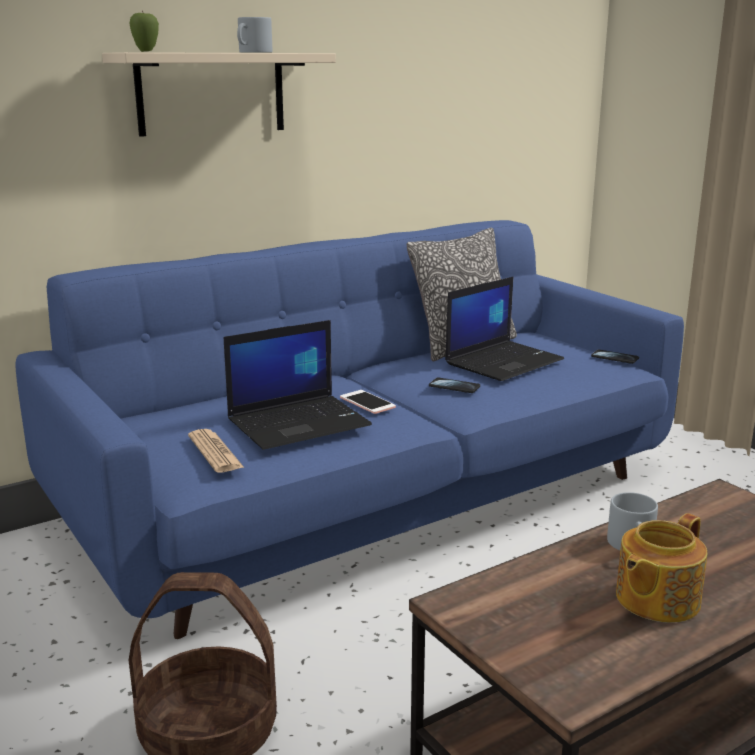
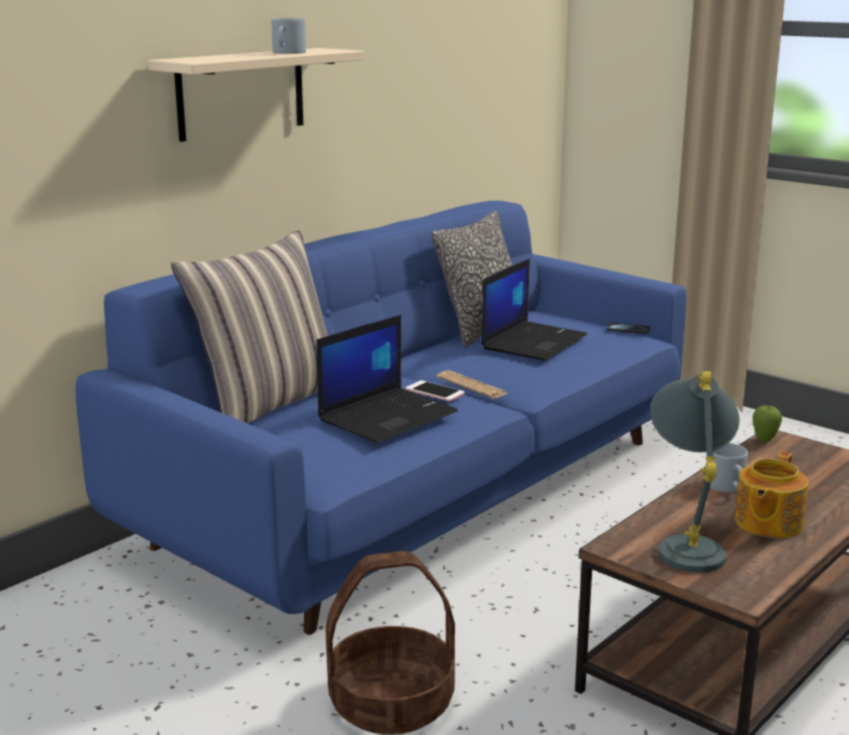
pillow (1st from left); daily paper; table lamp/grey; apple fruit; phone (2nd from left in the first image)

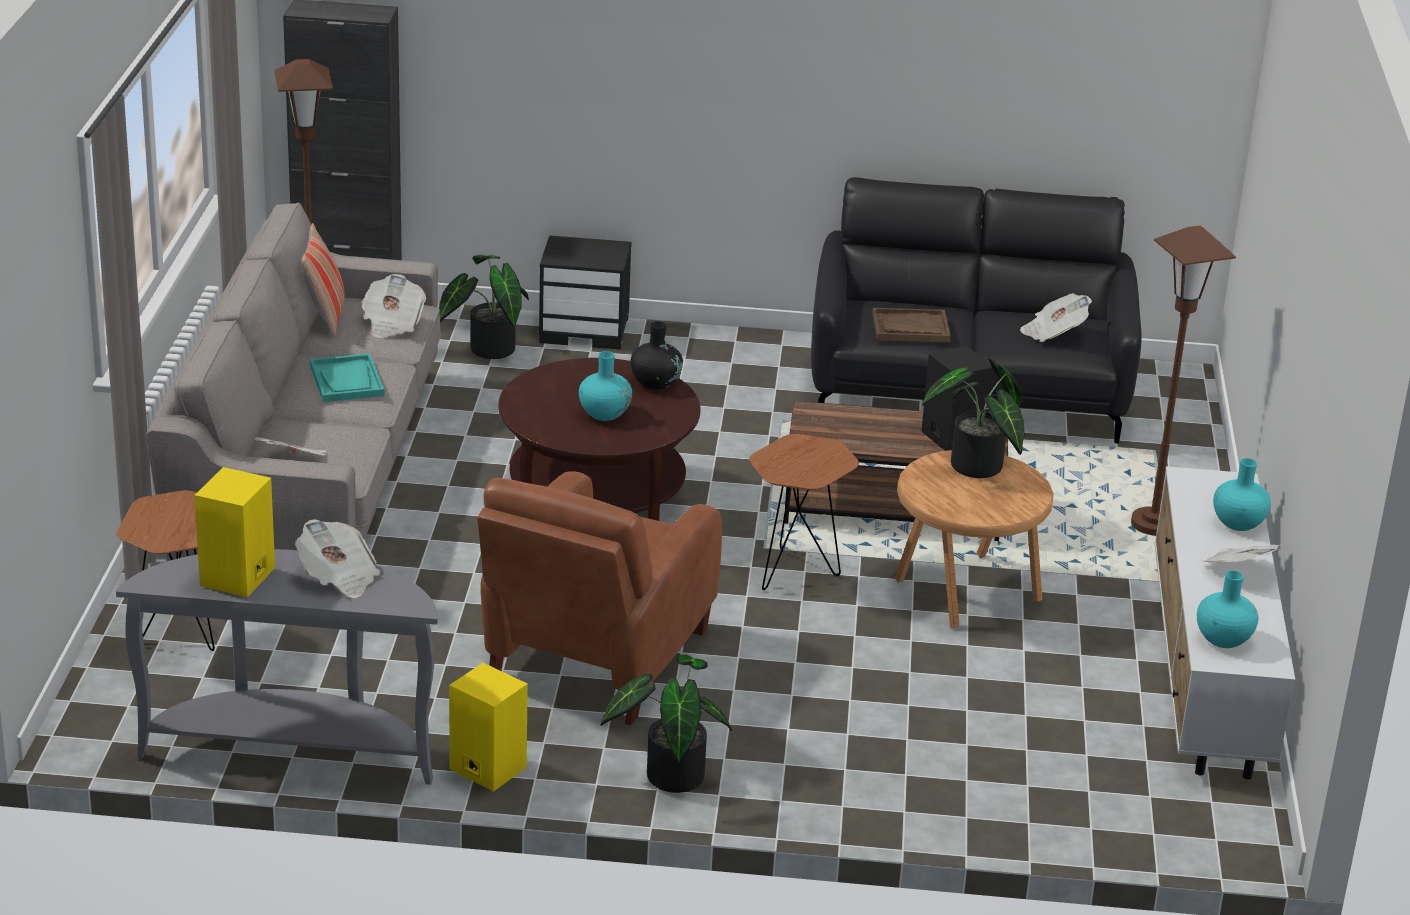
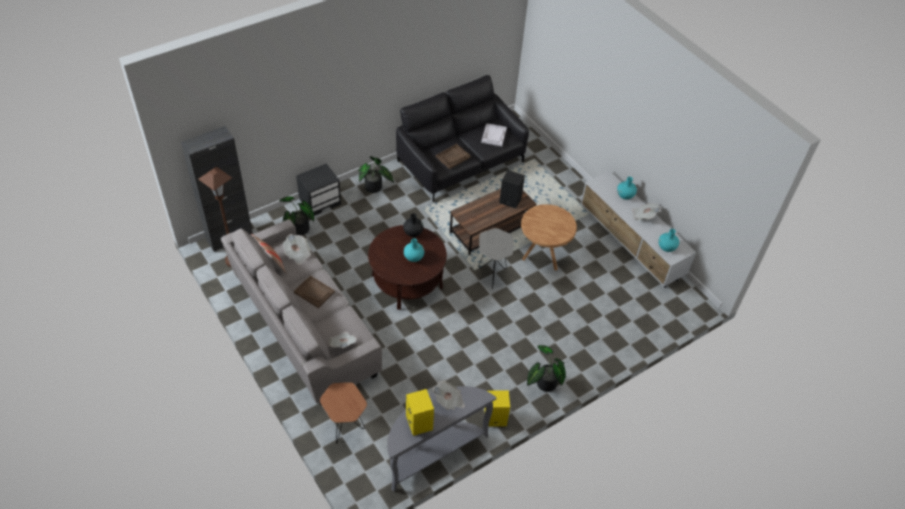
serving tray/brown (1st from left); potted plant (2nd from left); side table/grey; serving tray/white-coloured; easy chair/brown; standard lamp/brown (2nd from left in the first image)

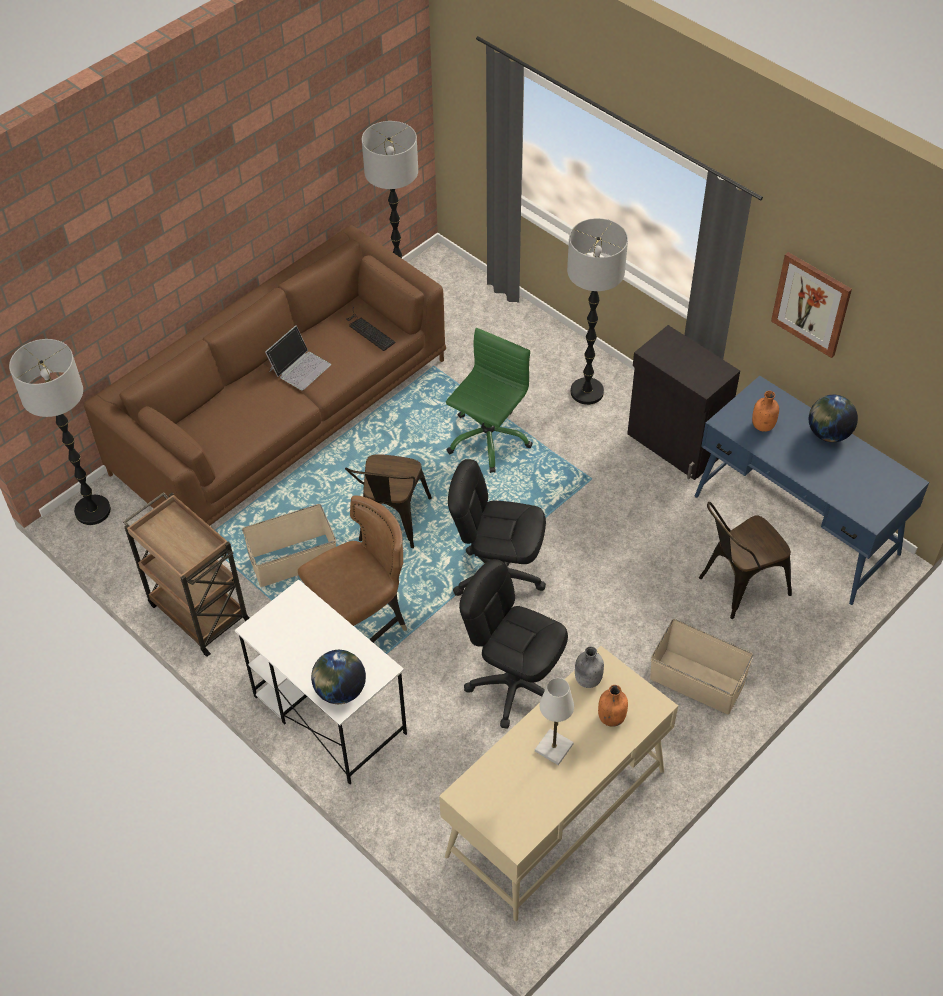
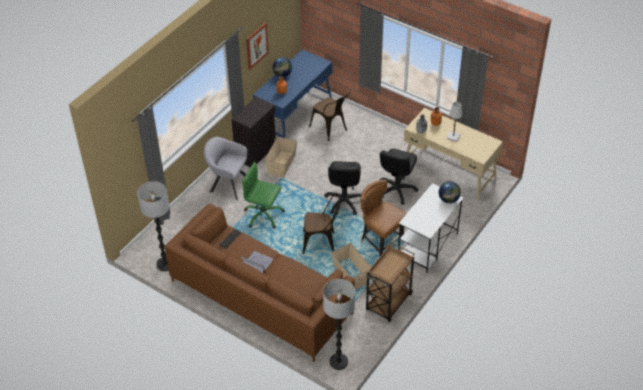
easy chair/grey; storage box/beige (1st from left)

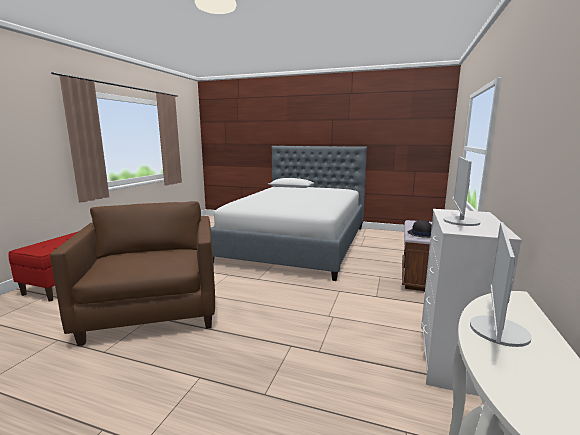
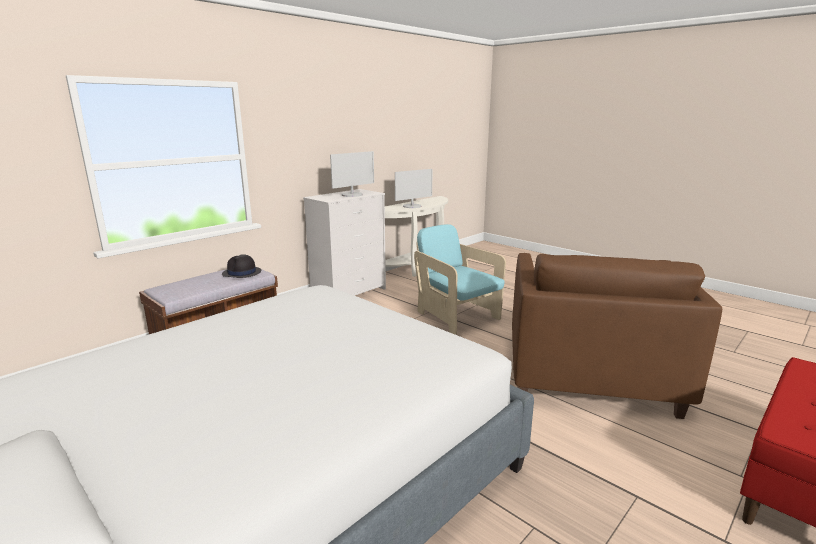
easy chair/turquoise-coloured

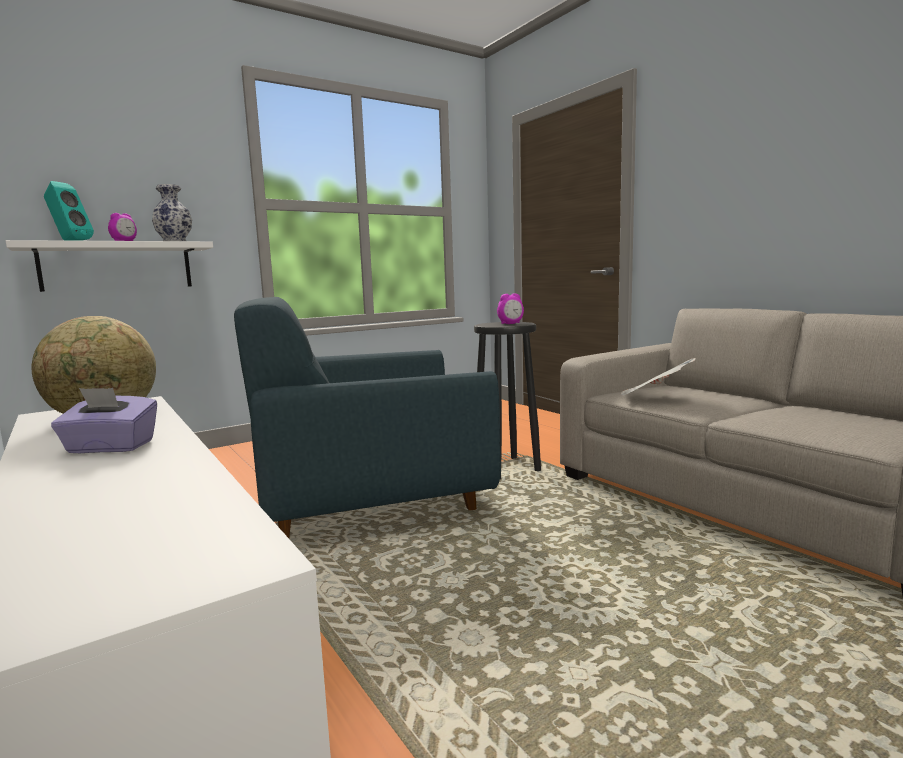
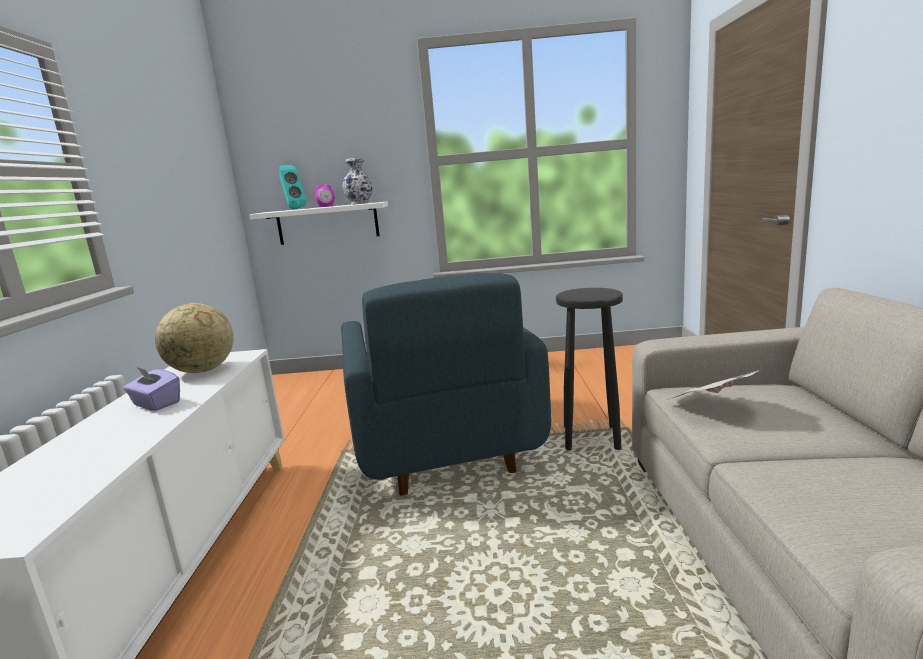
easy chair/blue; alarm clock (2nd from left in the first image)

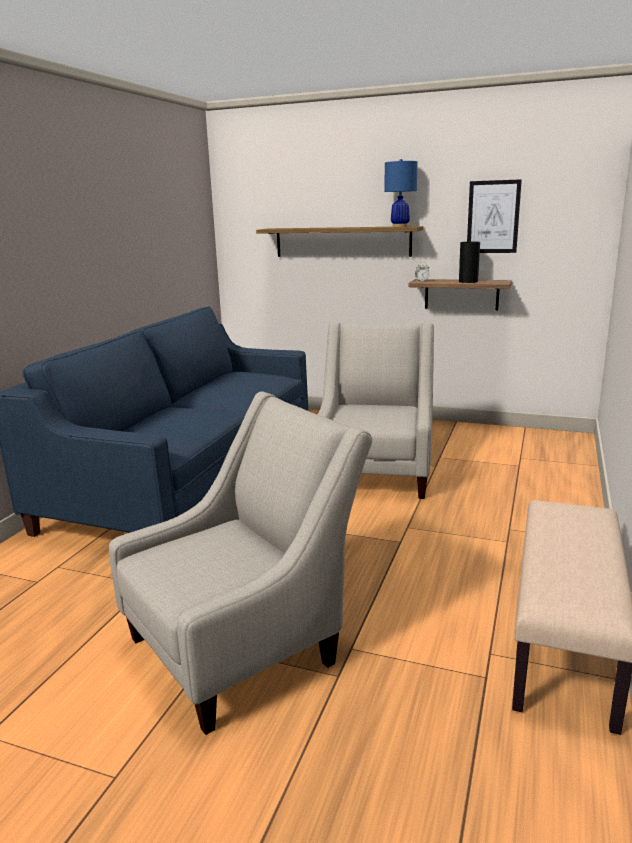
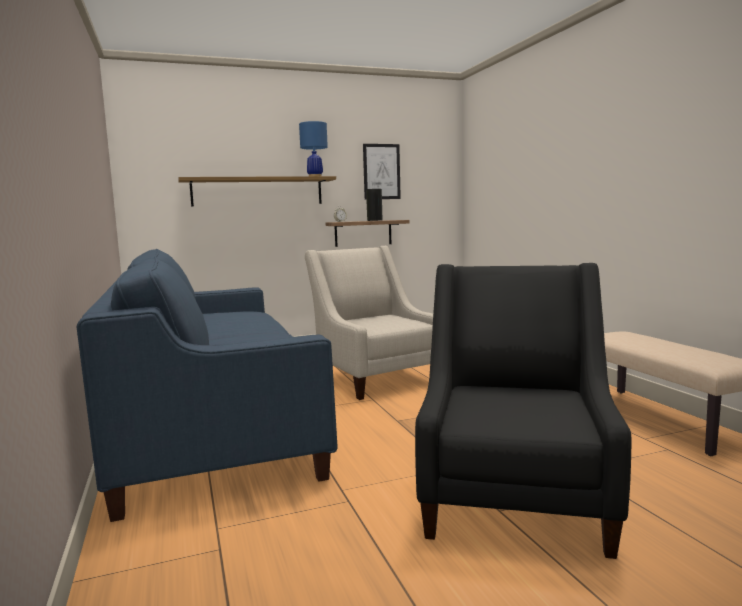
easy chair/black

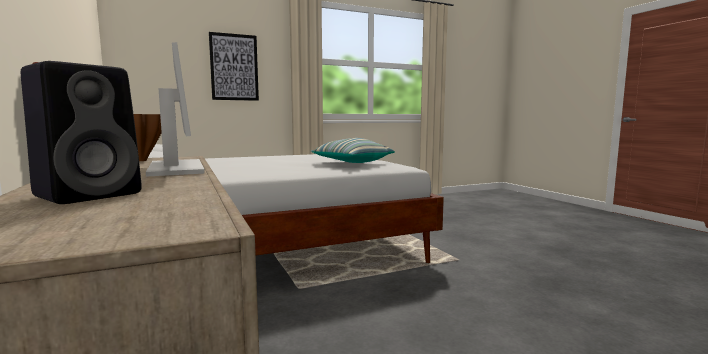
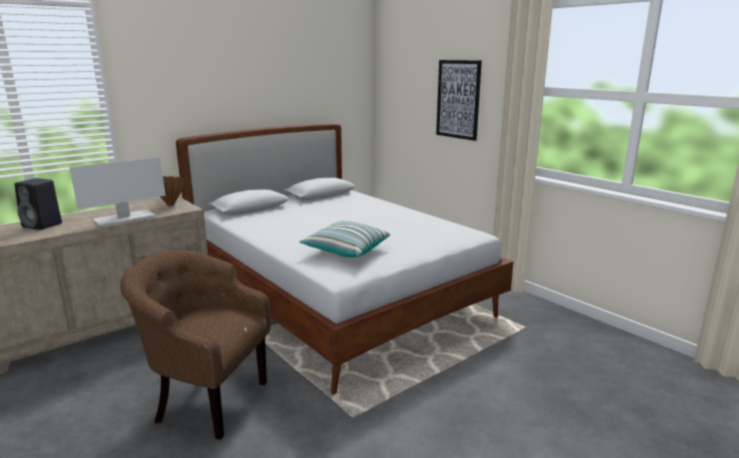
easy chair/brown

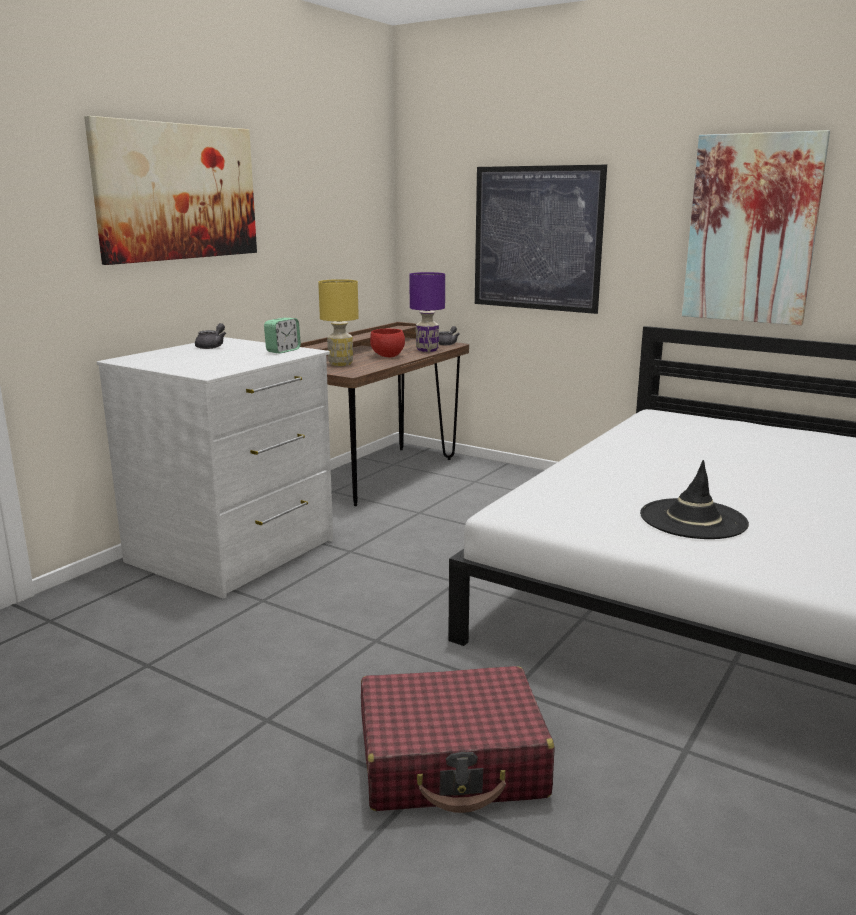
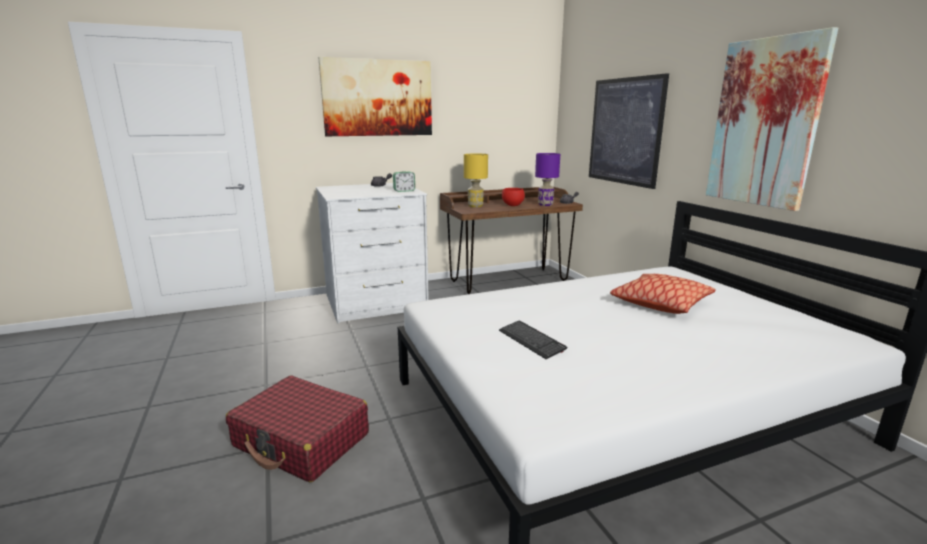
PC keyboard; pillow

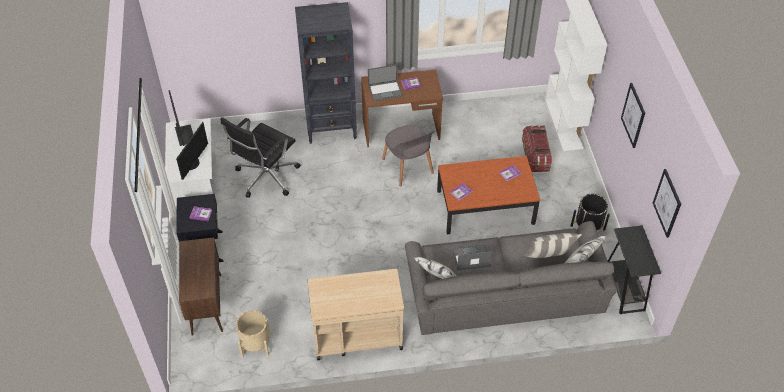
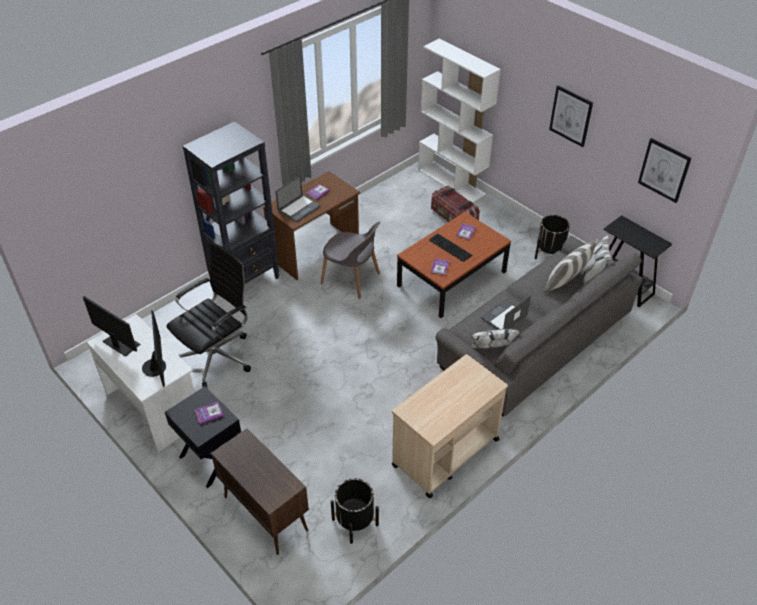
computer chair/black; flower pot/black (1st from left); PC keyboard

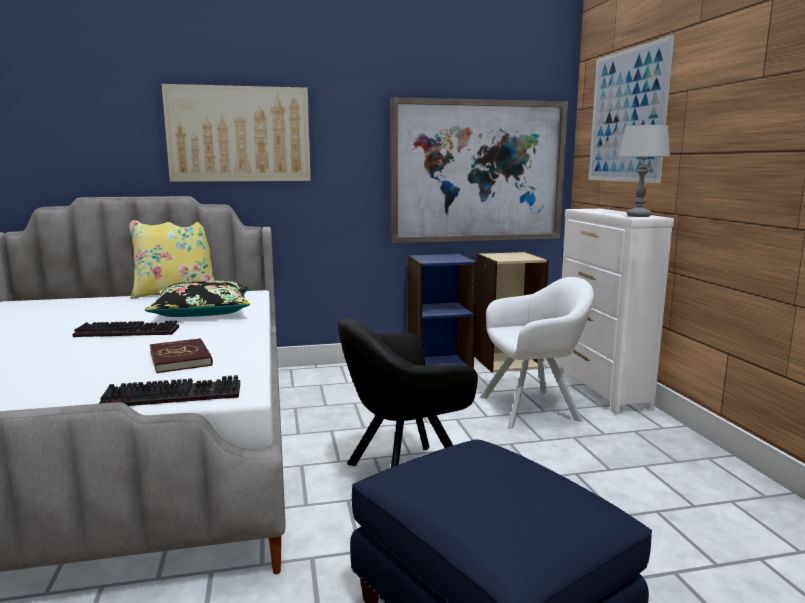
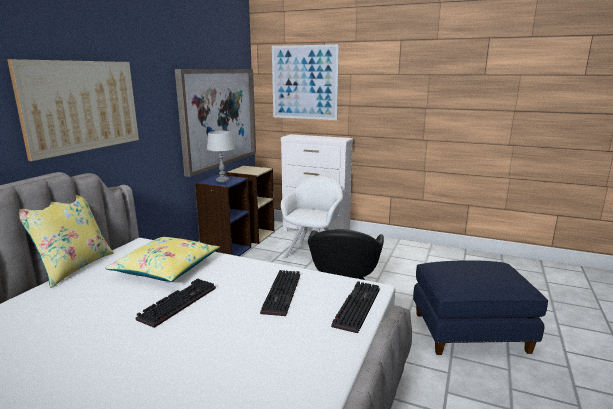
pillow/yellowish (2nd from left); table lamp/grey; PC keyboard (2nd from left)

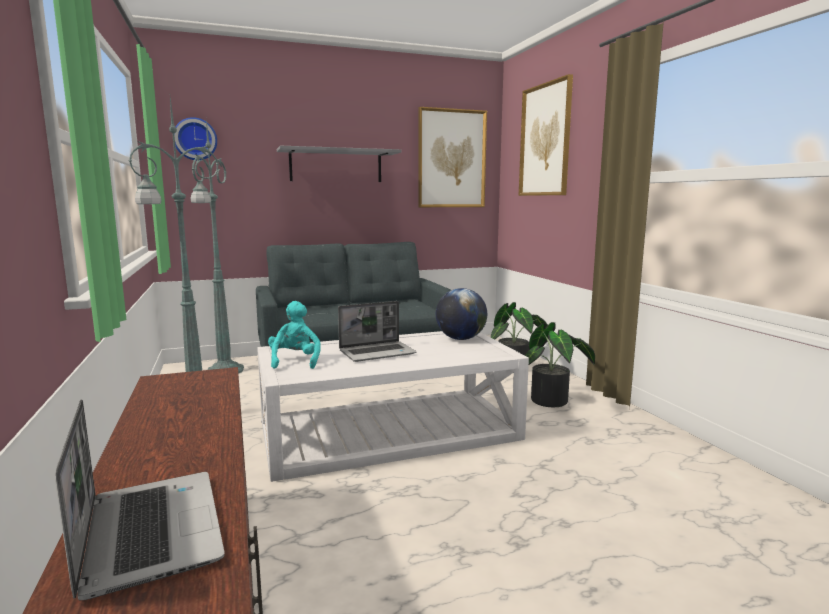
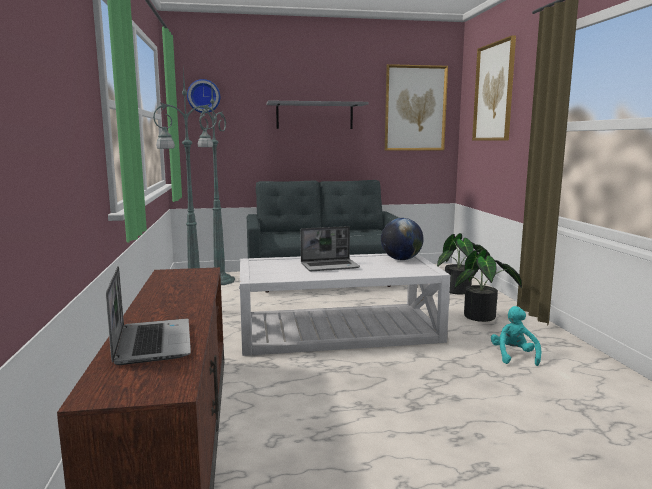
soft toy/turquoise-coloured

